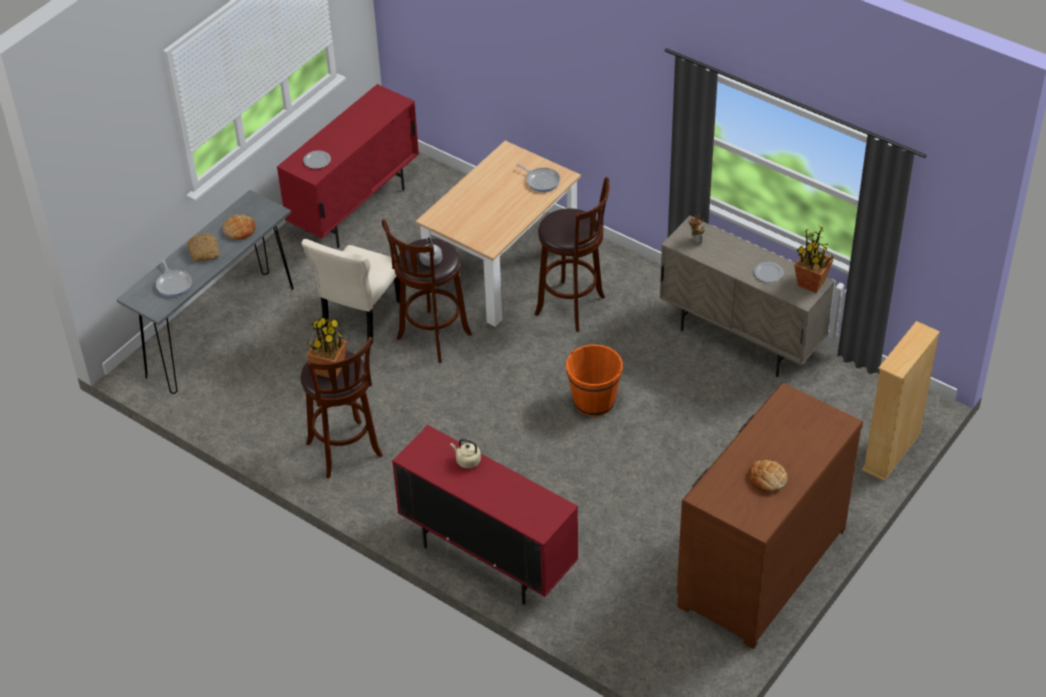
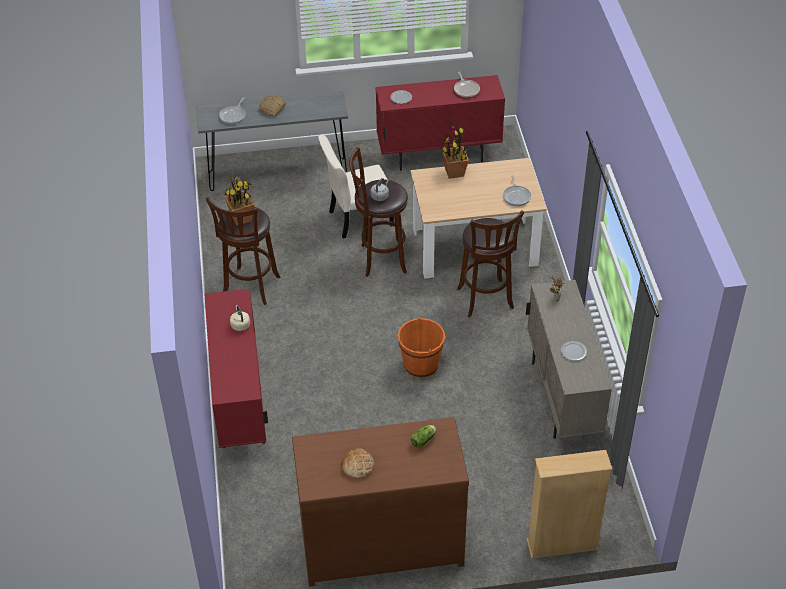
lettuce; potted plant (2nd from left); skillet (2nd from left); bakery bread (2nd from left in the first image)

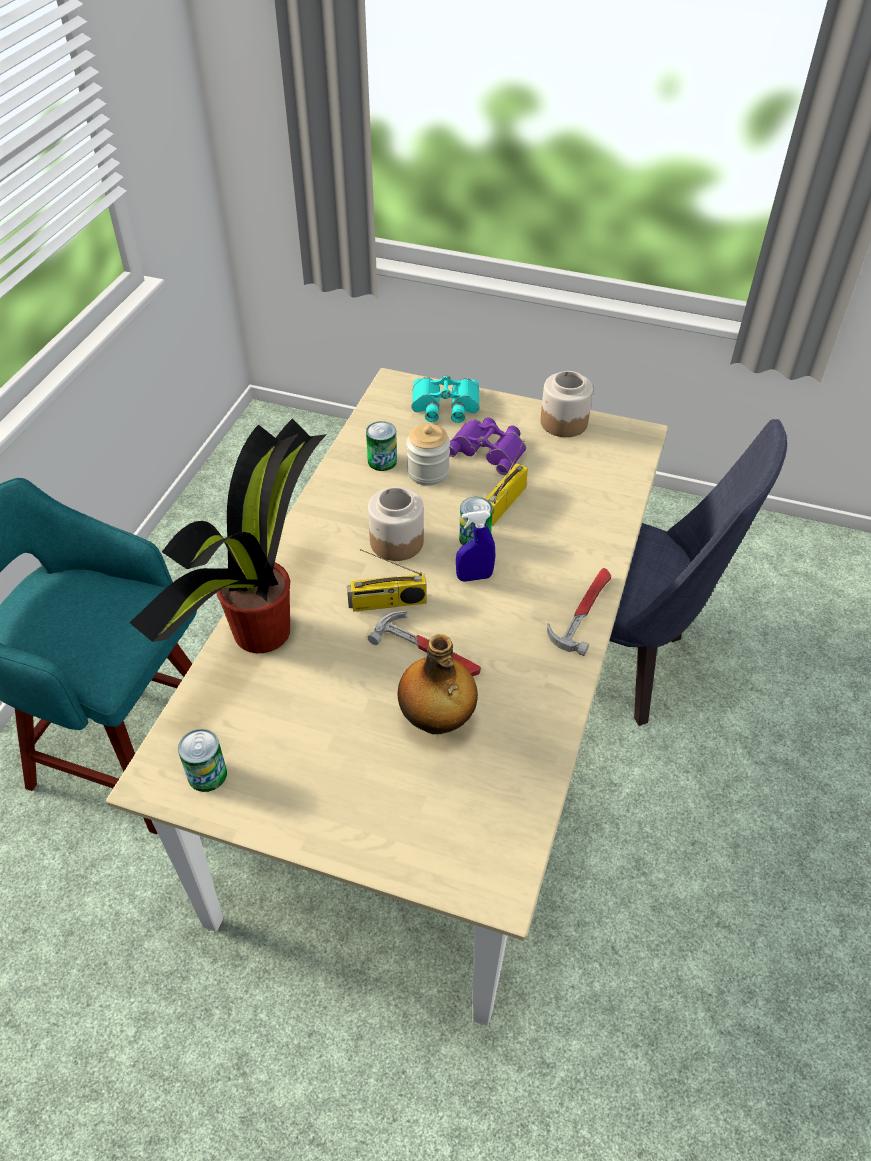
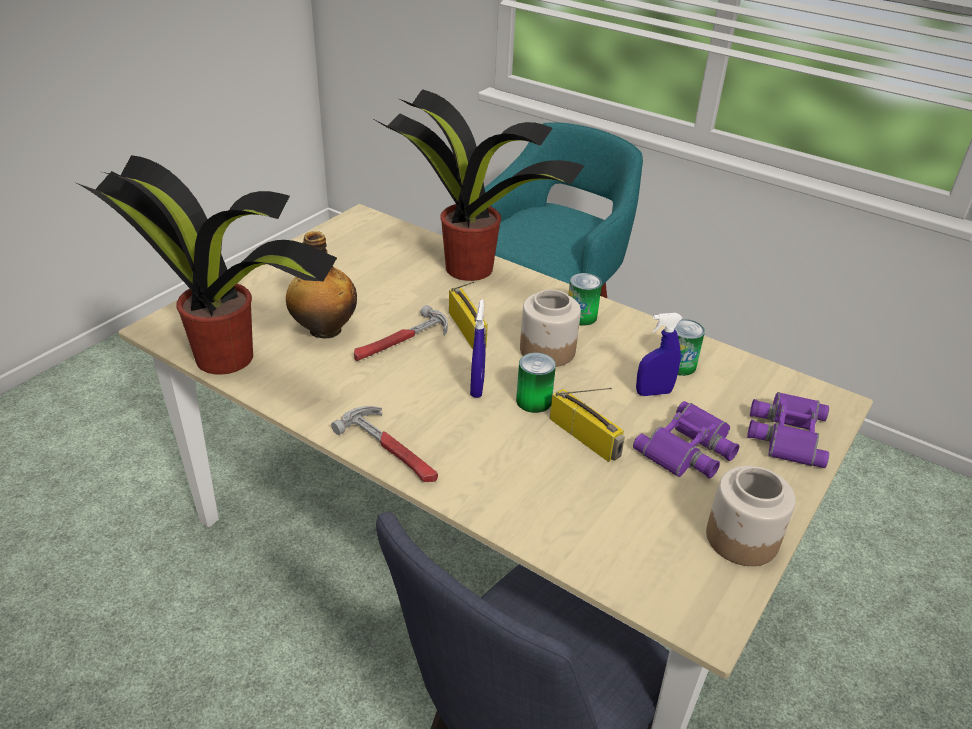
potted plant (1st from left); radio set (1st from left); sealed can (2nd from left); spray bottle/blue (2nd from left); field glasses/purple-coloured (2nd from left)

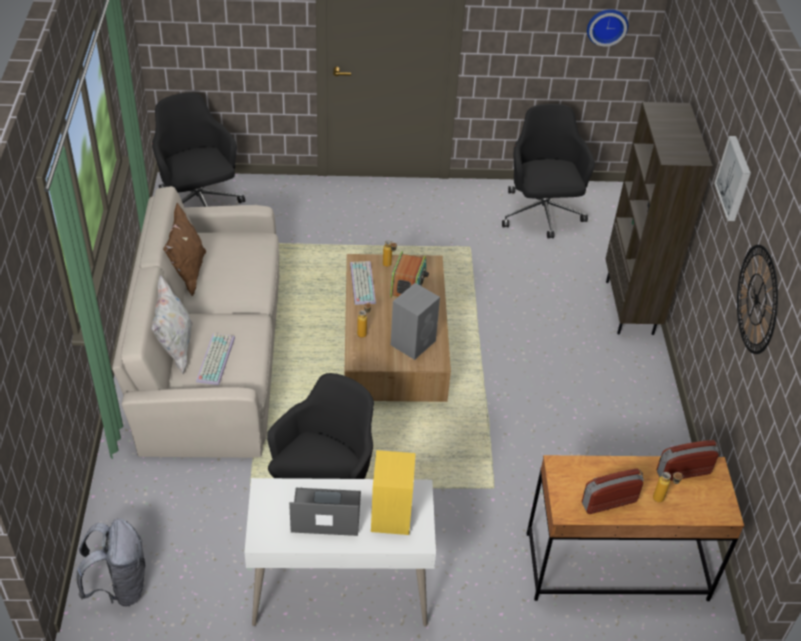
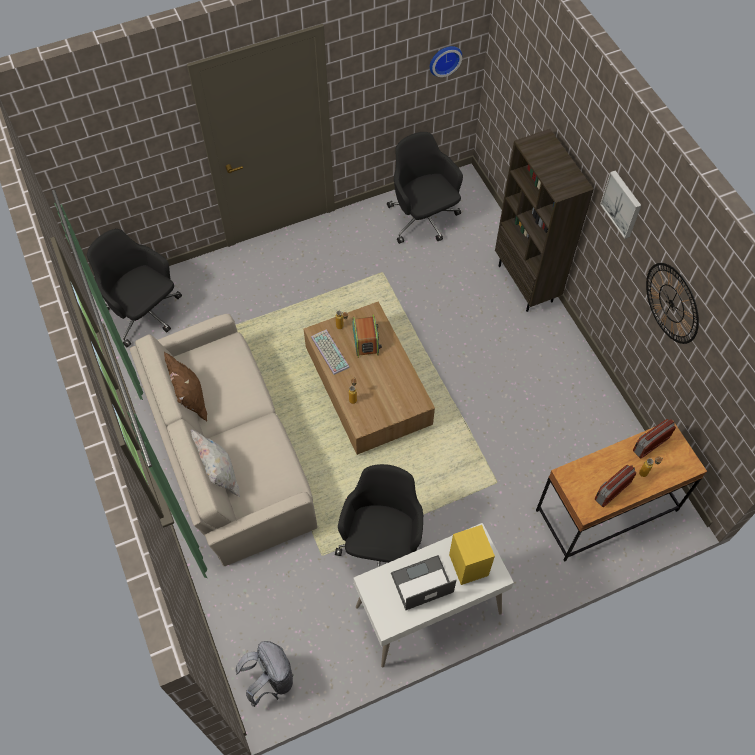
PC keyboard (1st from left in the first image); audio speaker/grey

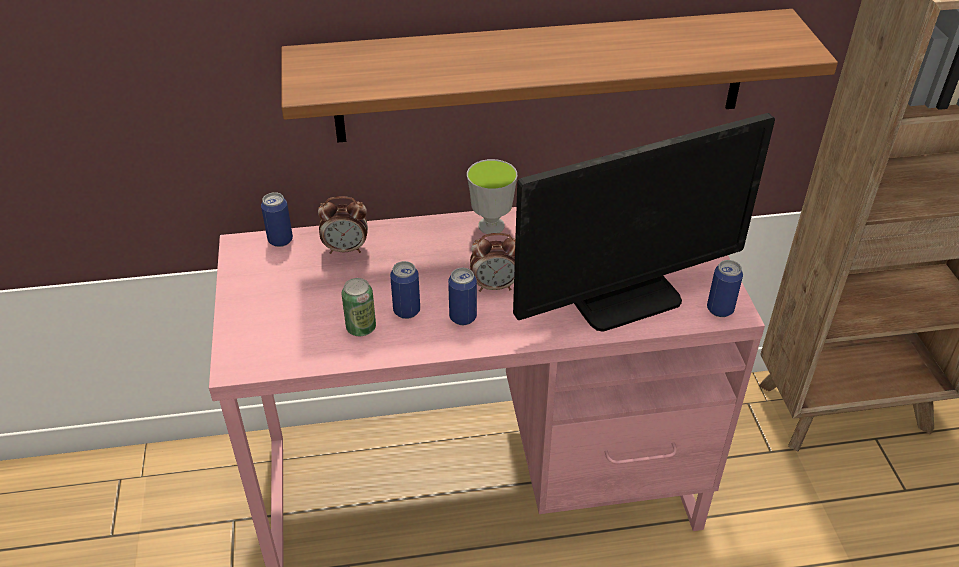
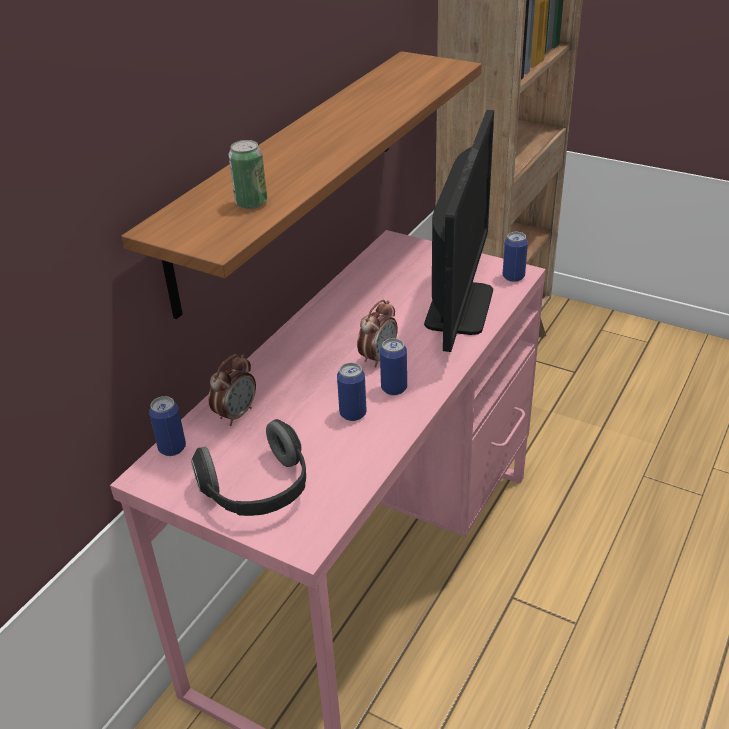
headset; sealed can (2nd from left); small cup

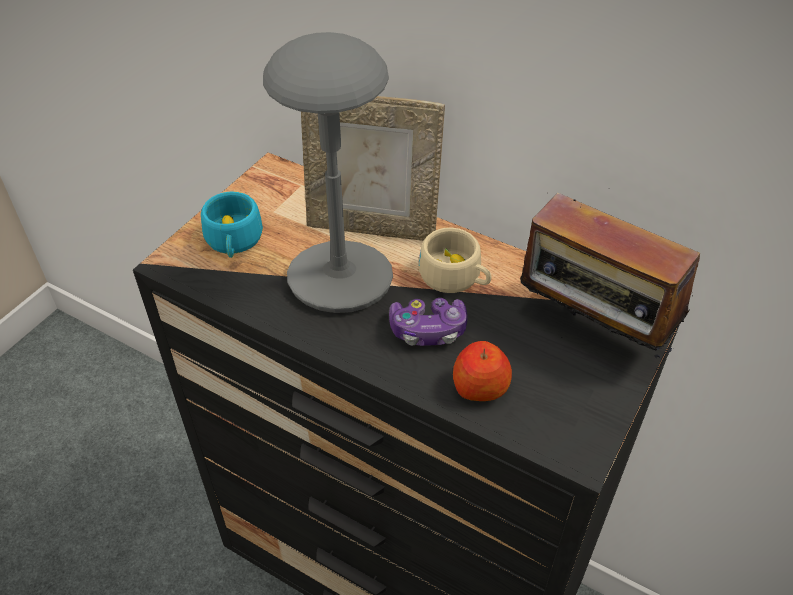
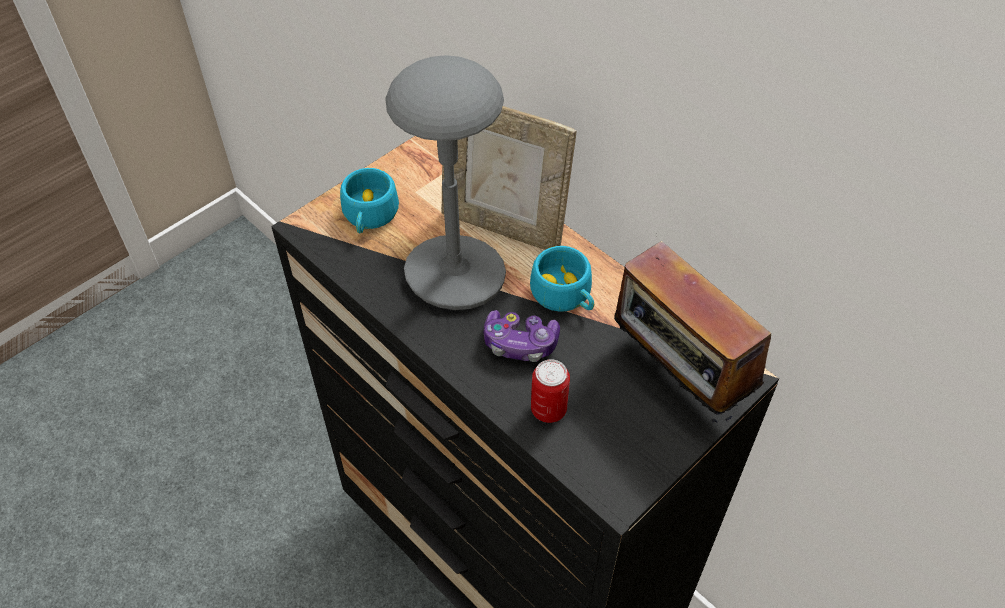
small cup/turquoise-coloured (2nd from left); sealed can

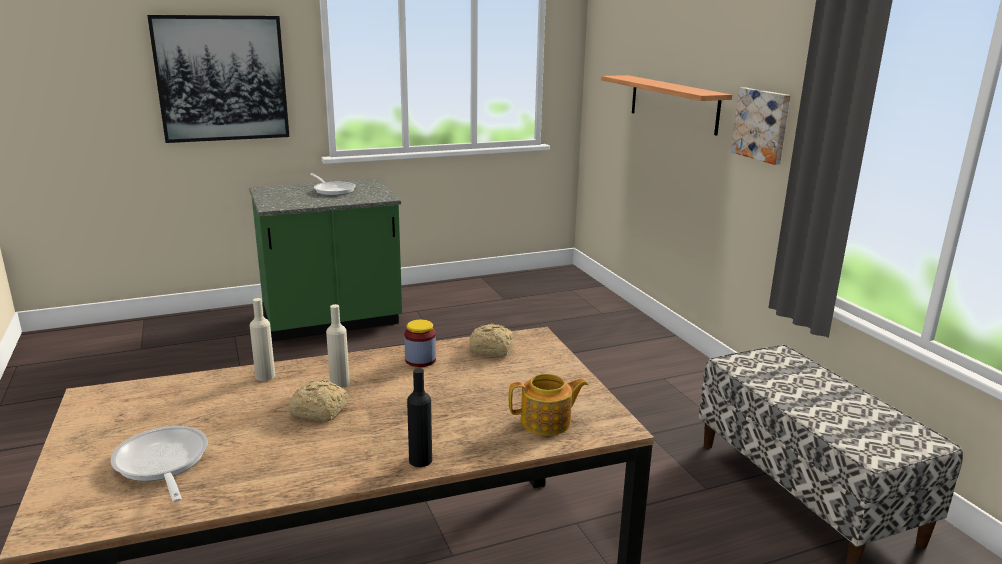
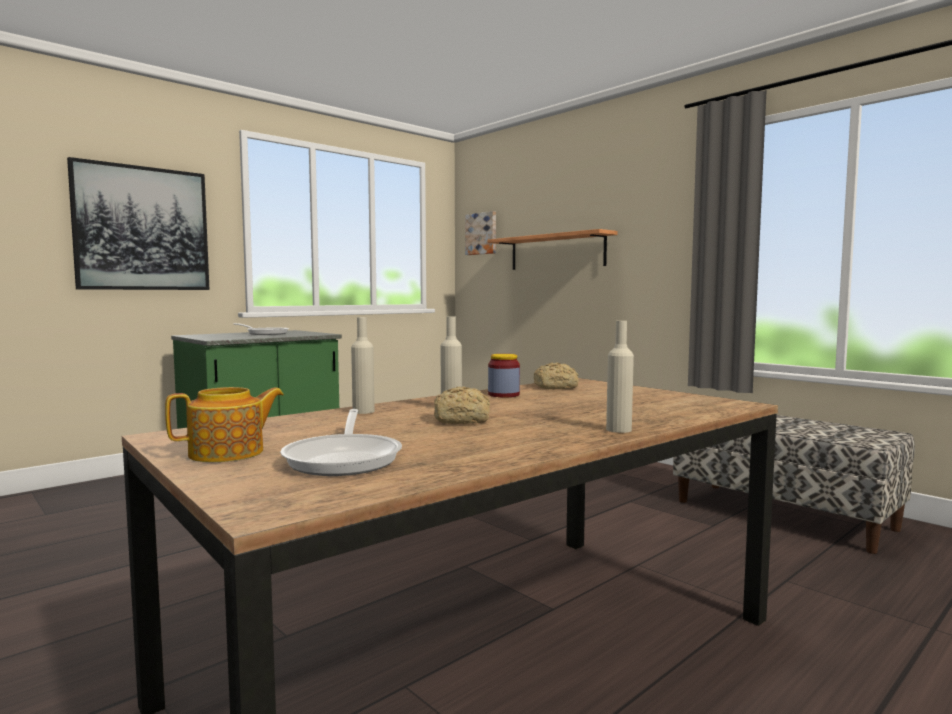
pot for tea; skillet (2nd from left); wall picture (2nd from left); beverage bottle/beige (3rd from left)

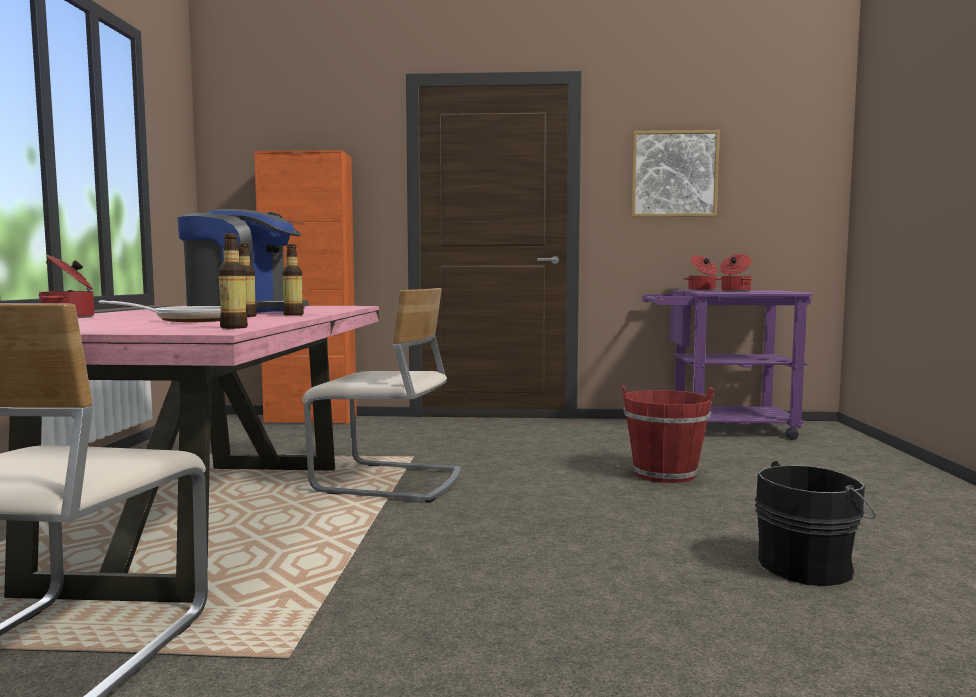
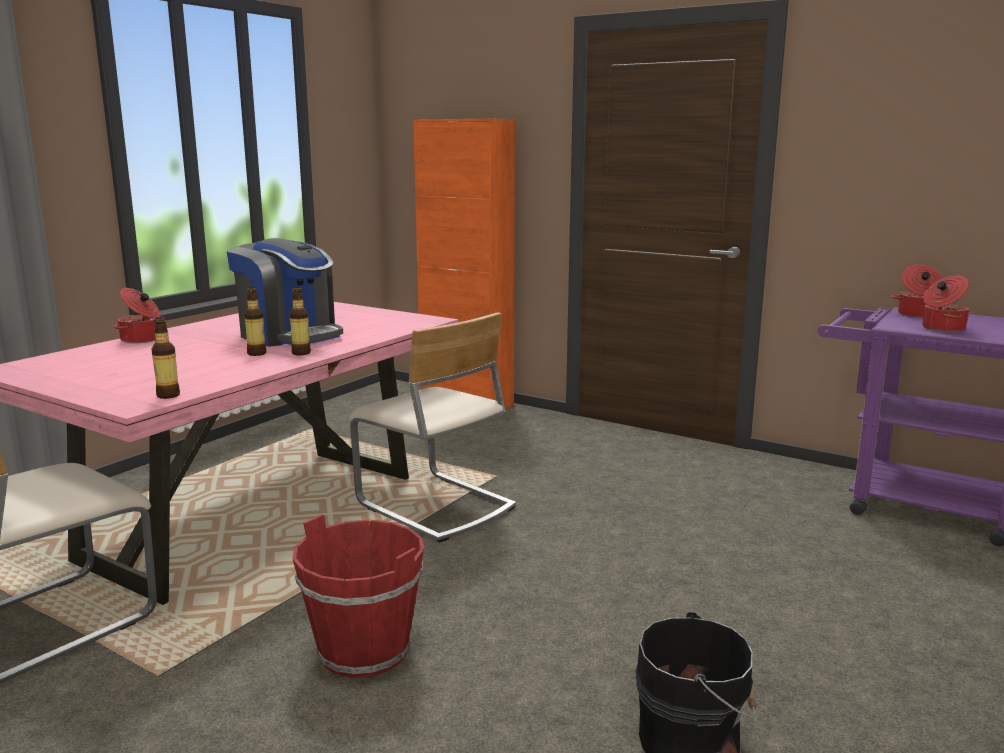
water bucket/reddish; skillet; wall picture

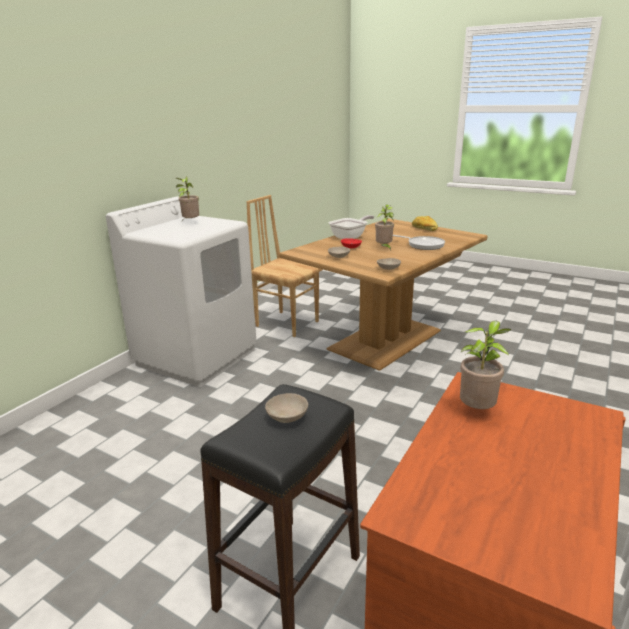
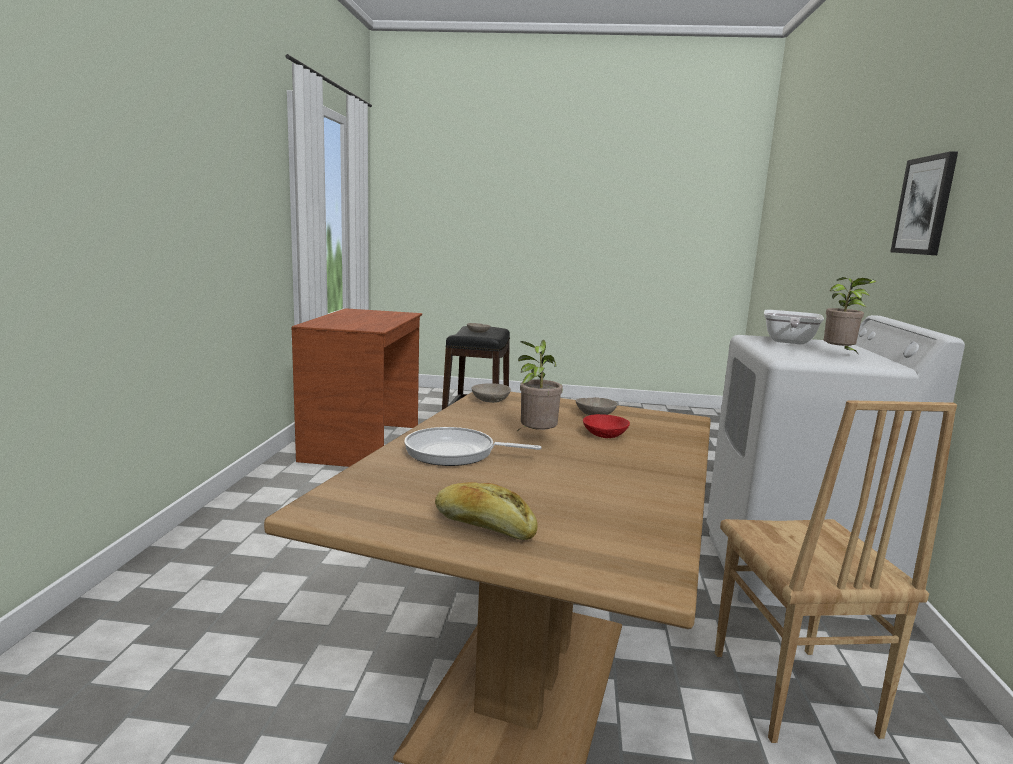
upright chair/brown; skillet (2nd from left); wall picture; potted plant (3rd from left in the first image)

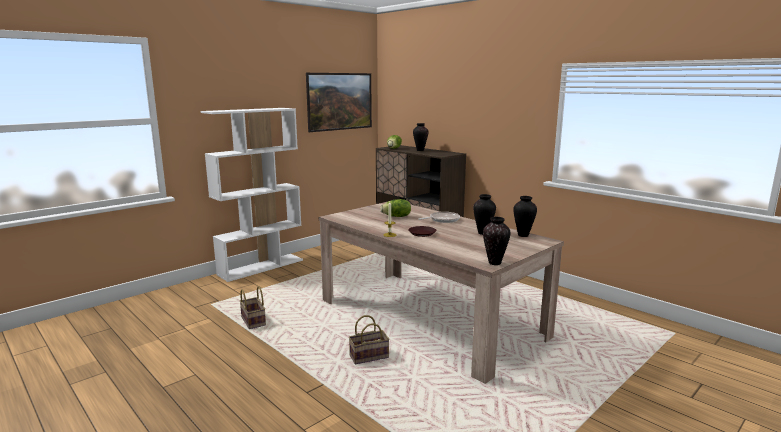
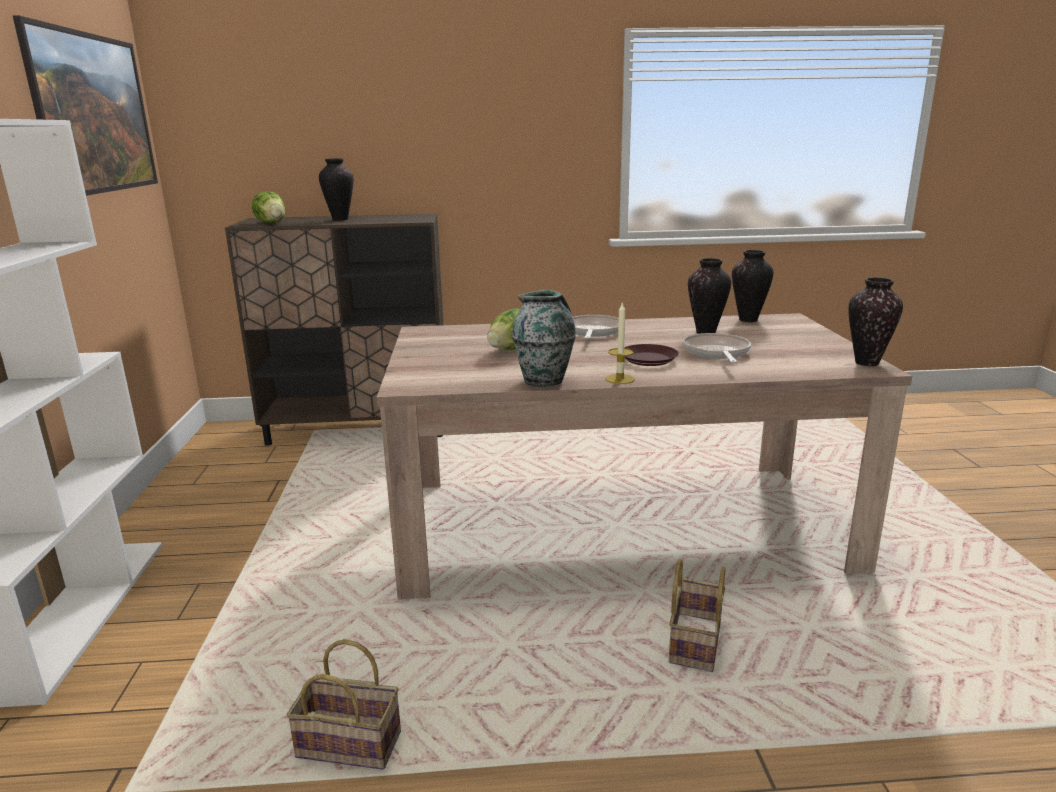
flower vase (2nd from left); skillet (2nd from left)

